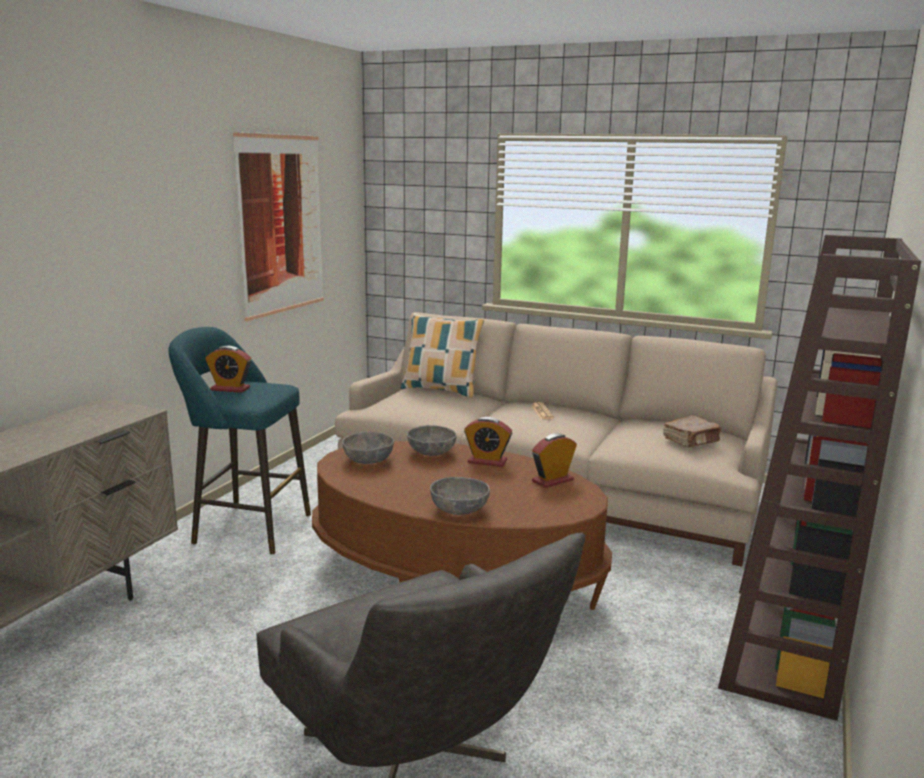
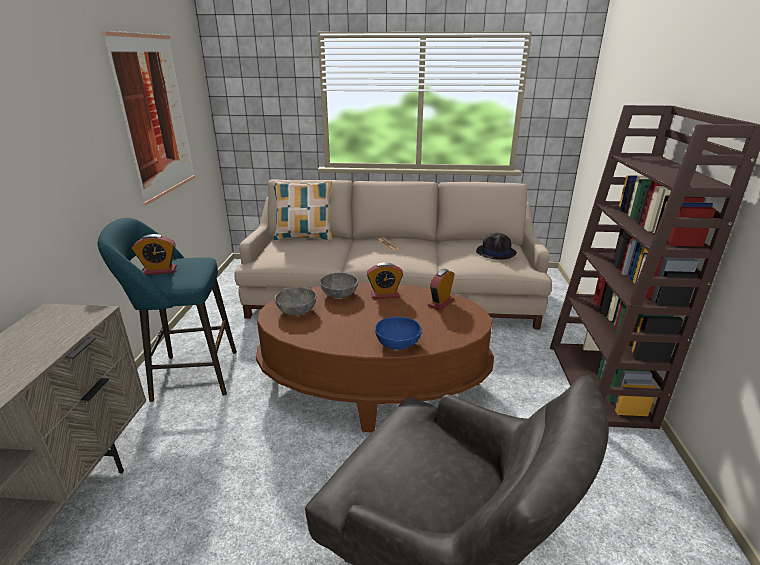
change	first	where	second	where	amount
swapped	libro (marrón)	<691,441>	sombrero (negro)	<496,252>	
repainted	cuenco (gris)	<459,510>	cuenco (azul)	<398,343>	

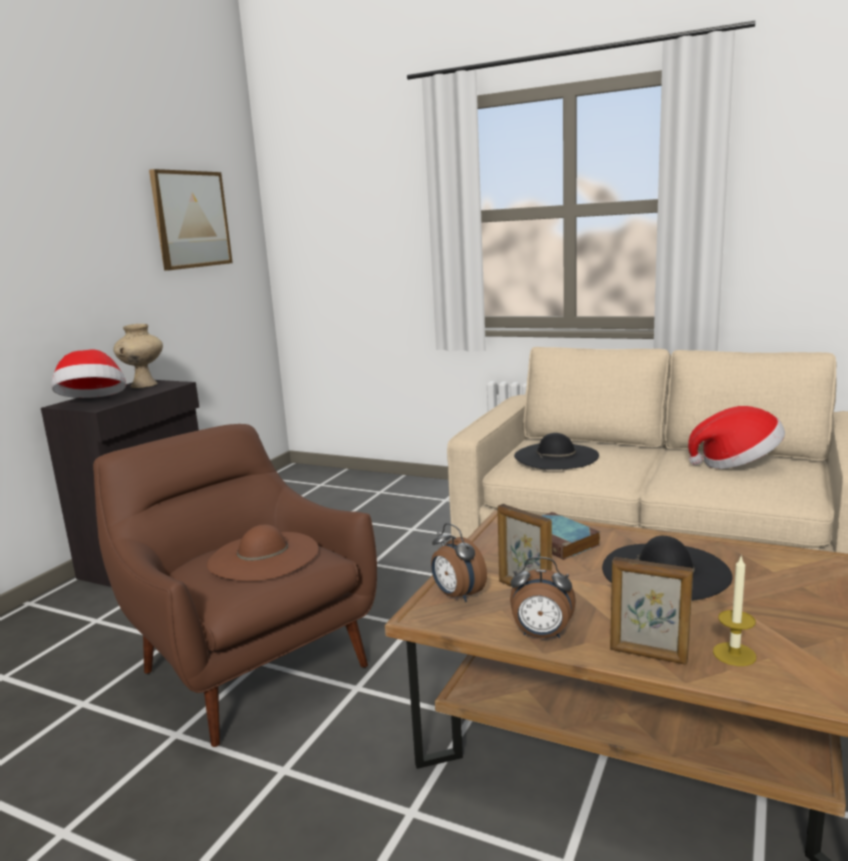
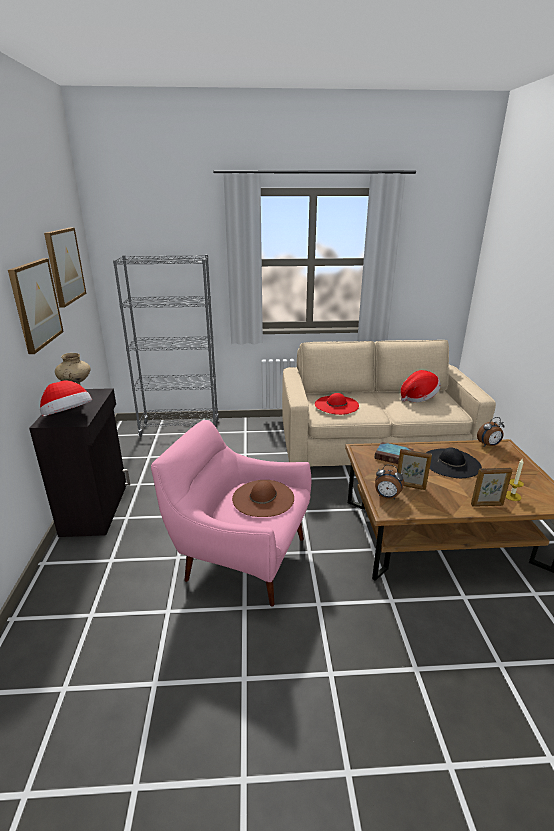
change	first	where	second	where	amount
repainted	sillón (marrón)	<249,664>	sillón (rosa)	<240,557>	
repainted	sombrero (negro)	<556,456>	sombrero (rojo)	<336,405>	
shifted	despertador	<541,635>		<488,445>	
new			estantería (gris)	<180,429>	
new			cuadro	<35,304>	

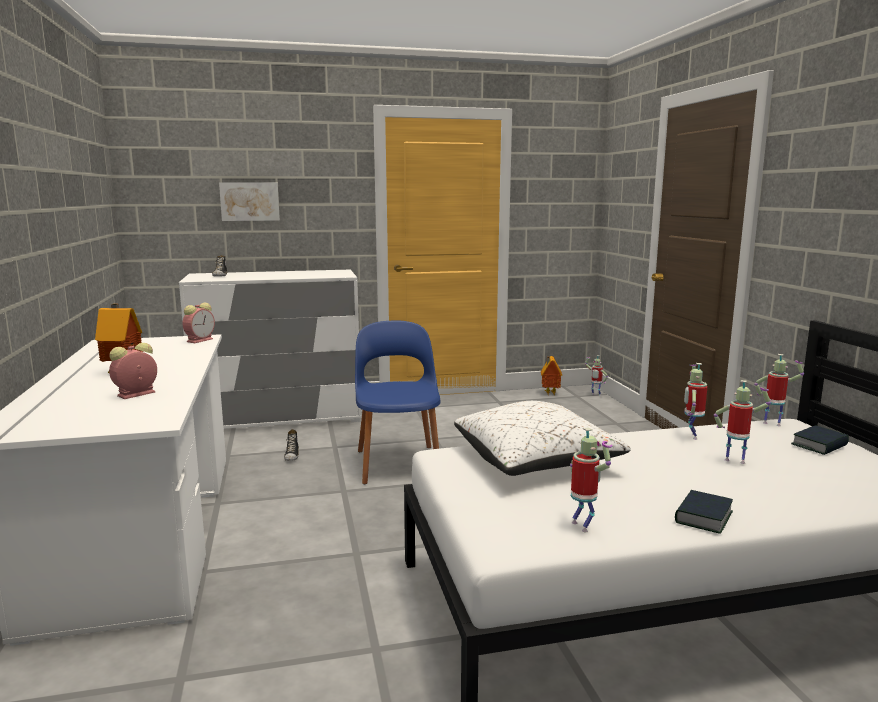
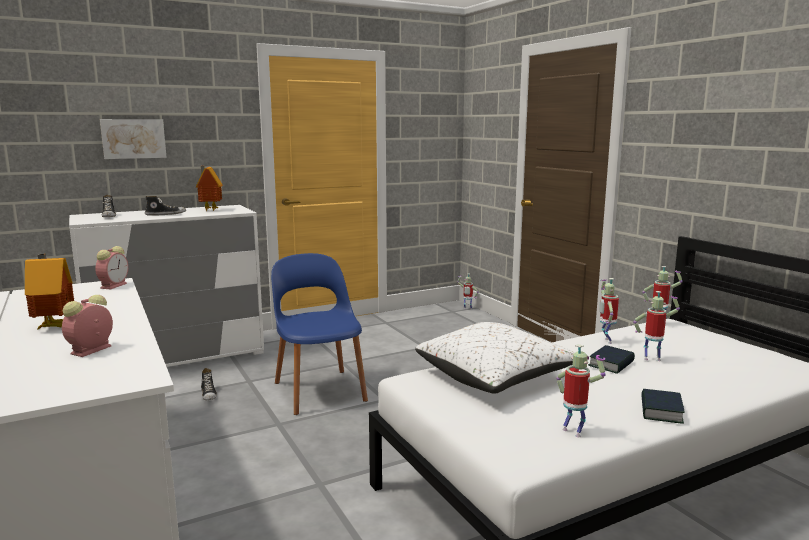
change	first	where	second	where	amount
shifted	casita	<549,393>		<209,210>	
shifted	libro	<819,445>		<611,364>	
new			zapato	<166,214>	

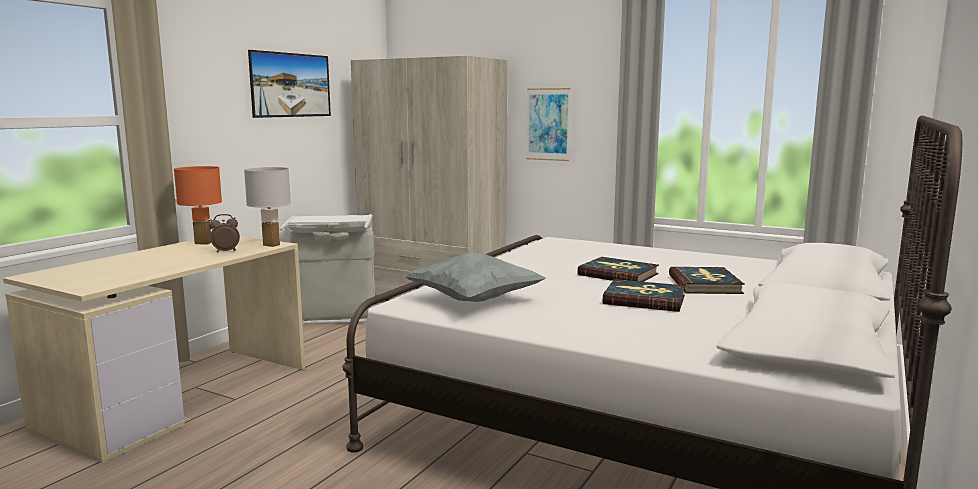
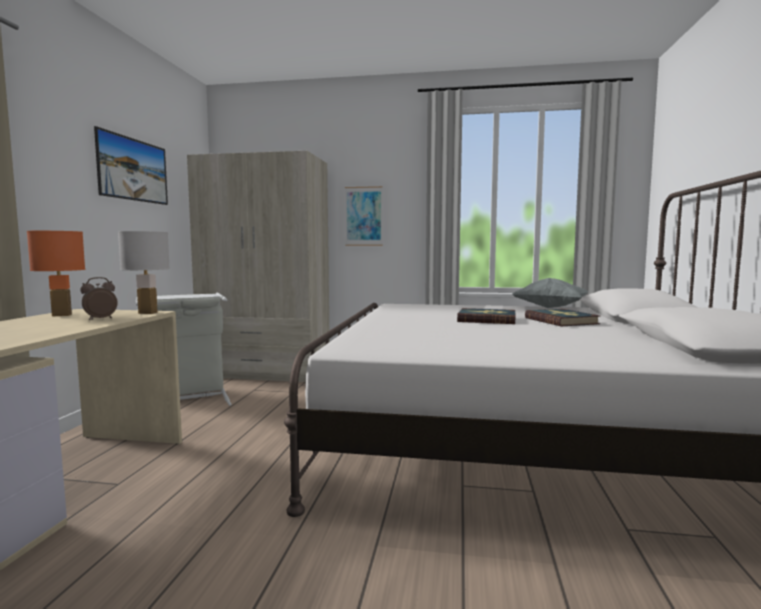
change	first	where	second	where	amount
shifted	cojín (gris)	<475,300>		<550,308>	
gone	libro	<644,299>			

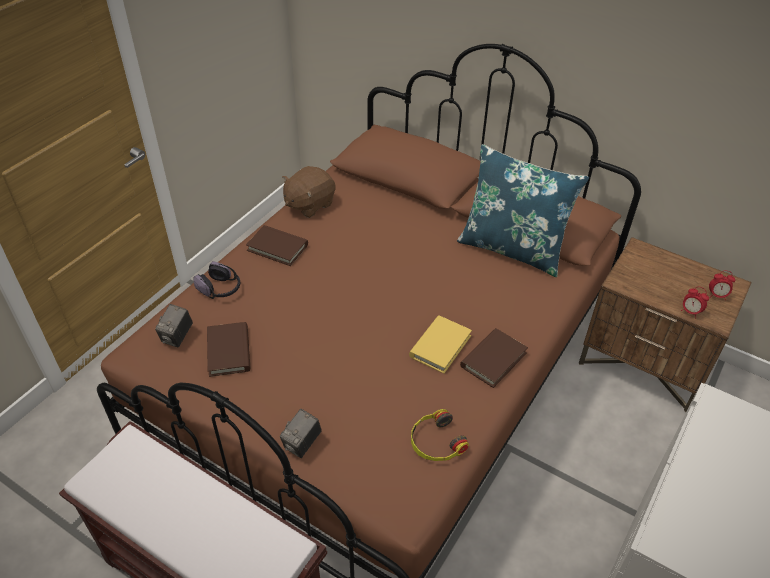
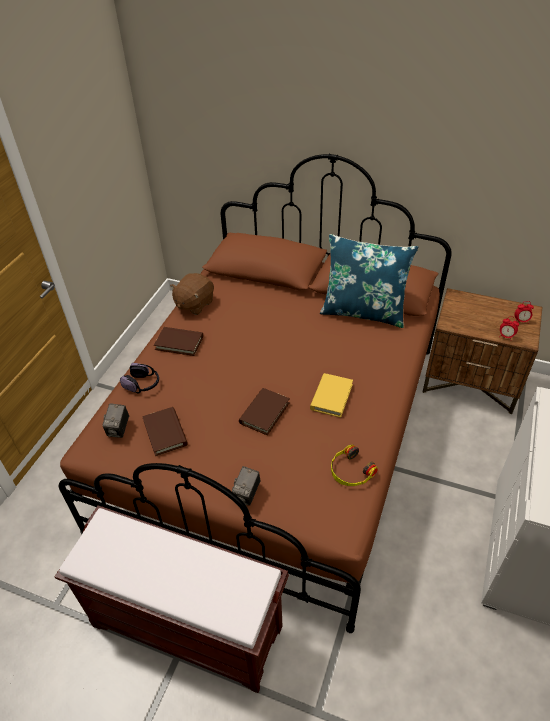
change	first	where	second	where	amount
shifted	libro (marrón)	<493,359>		<264,413>	

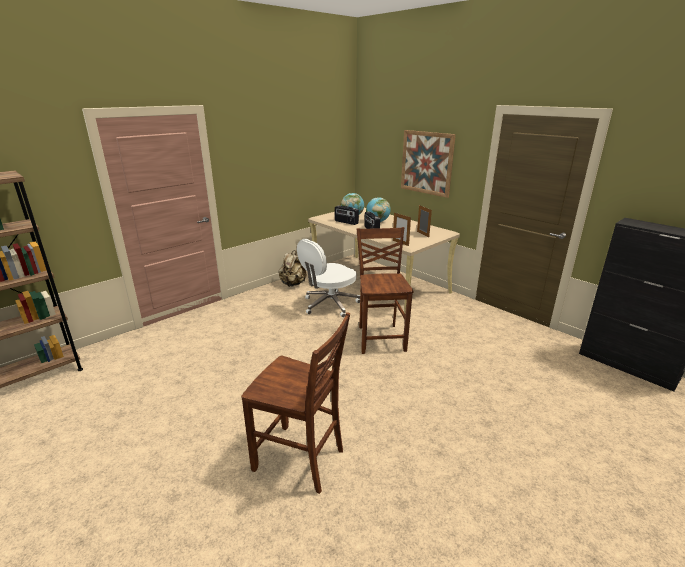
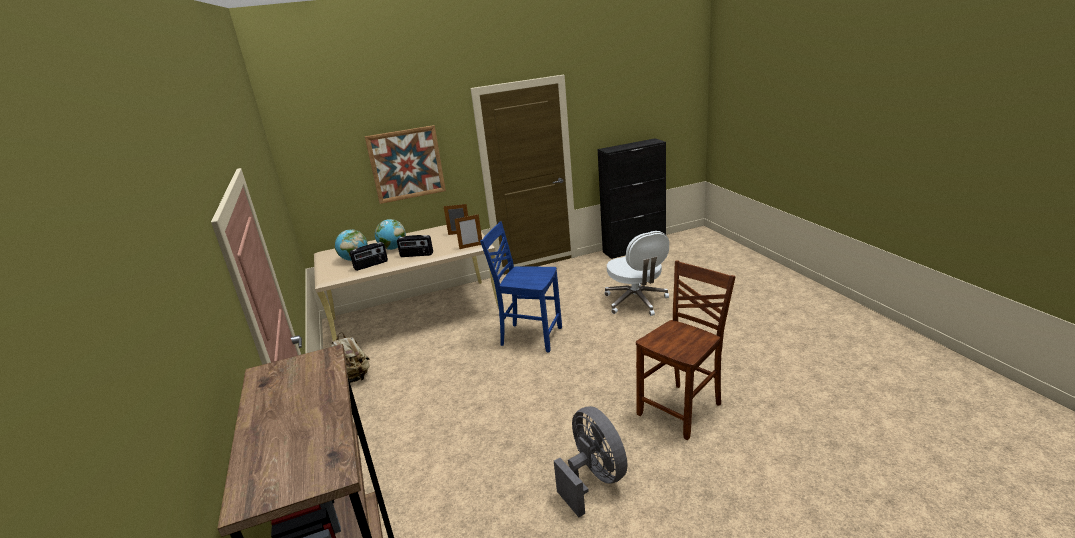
change	first	where	second	where	amount
repainted	silla (marrón)	<380,338>	silla (azul)	<530,337>	
shifted	silla de oficina (blanco)	<329,305>		<636,302>	
new			ventilador (gris)	<593,479>	

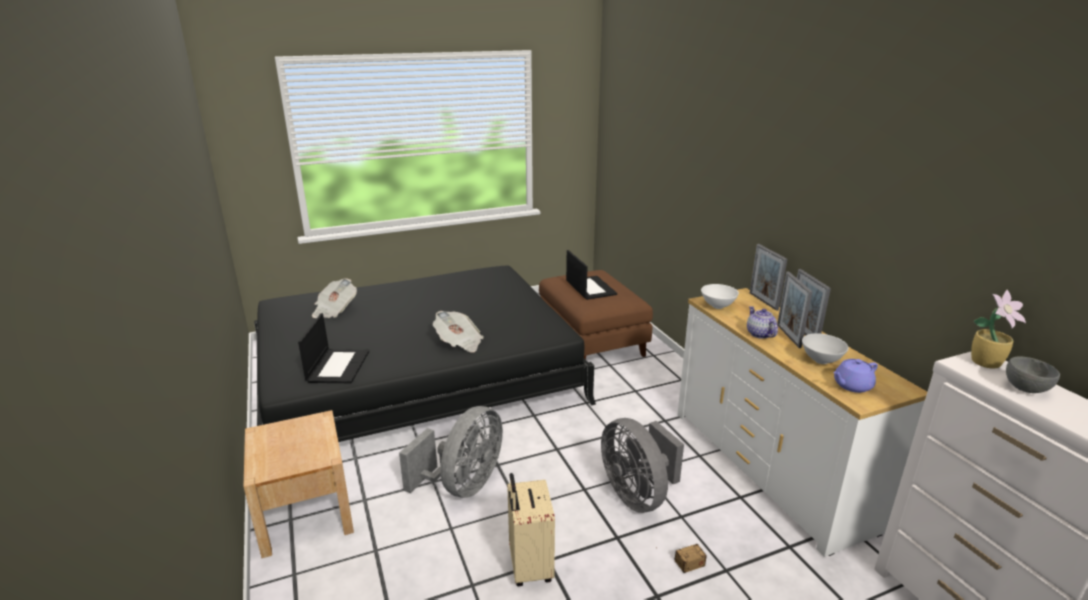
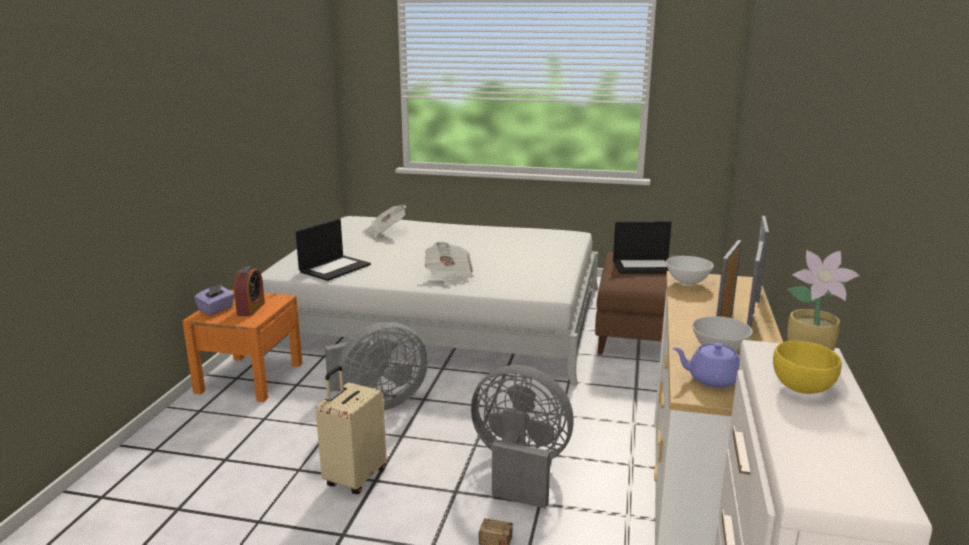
change	first	where	second	where	amount
rotated	portátil	<590,288>		<645,266>	75 degrees clockwise
repainted	cama (negro)	<417,378>	cama (blanco)	<439,316>	
gone	tetera	<759,334>			
repainted	cuenco (gris)	<1024,389>	cuenco (amarillo)	<801,388>	
repainted	mesita de noche (beis)	<305,513>	mesita de noche (naranja)	<250,378>	
rotated	ventilador (gris)	<637,494>		<519,469>	105 degrees clockwise
new			despertador	<251,309>	
new			caja de pañuelos (morado)	<216,309>	

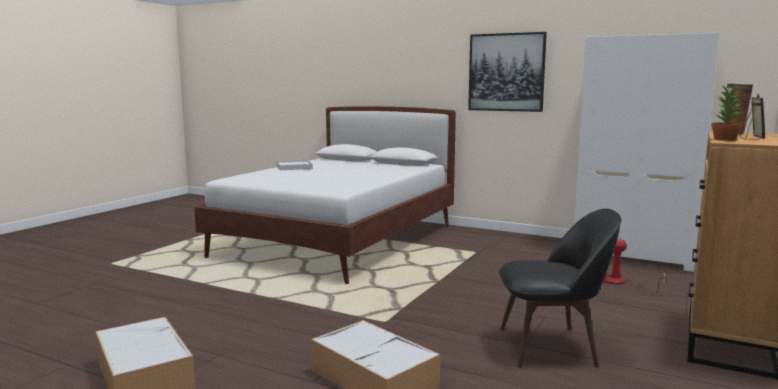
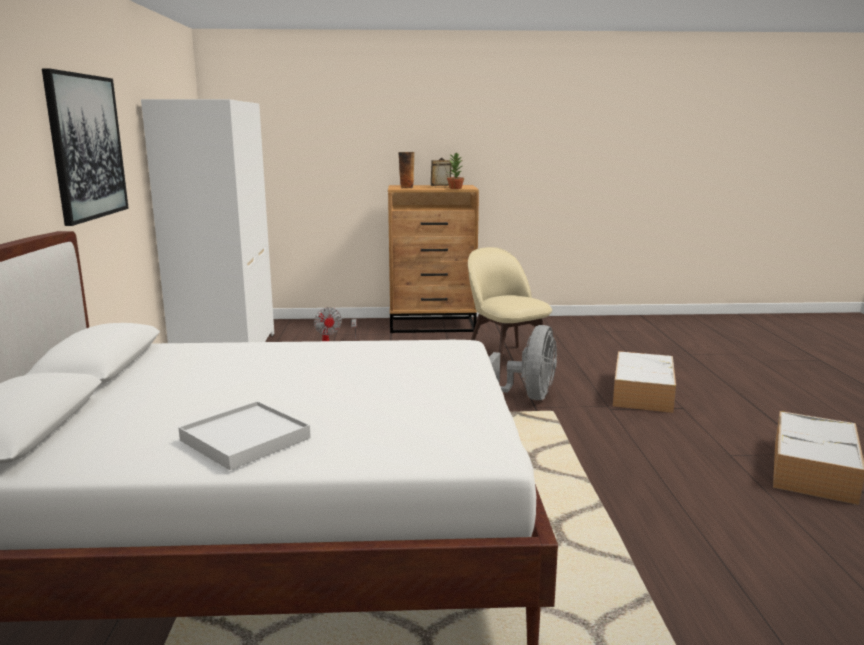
change	first	where	second	where	amount
repainted	silla (negro)	<551,346>	silla (beis)	<506,358>	
new			ventilador (gris)	<528,397>	

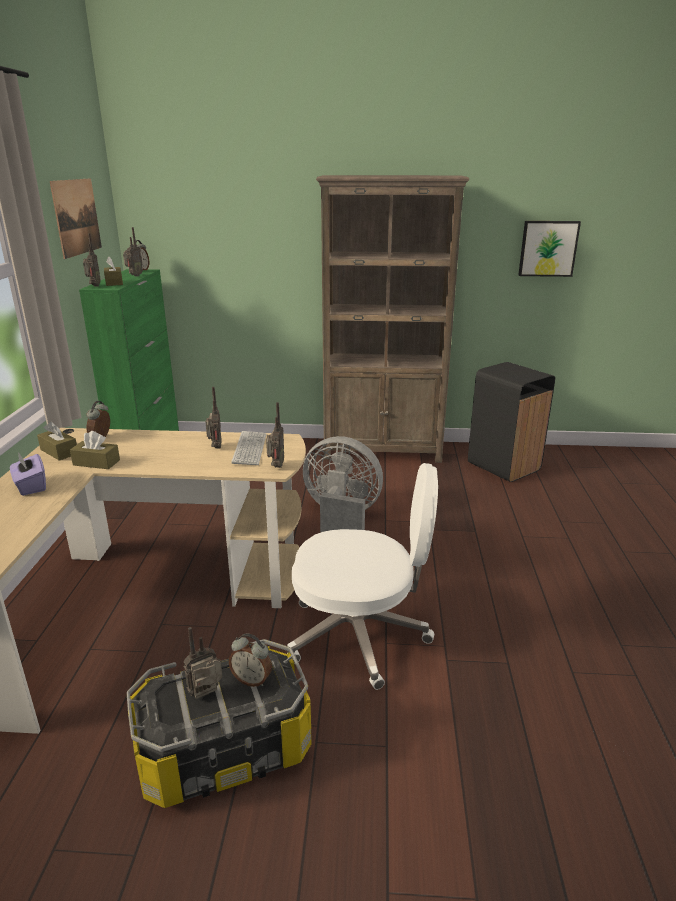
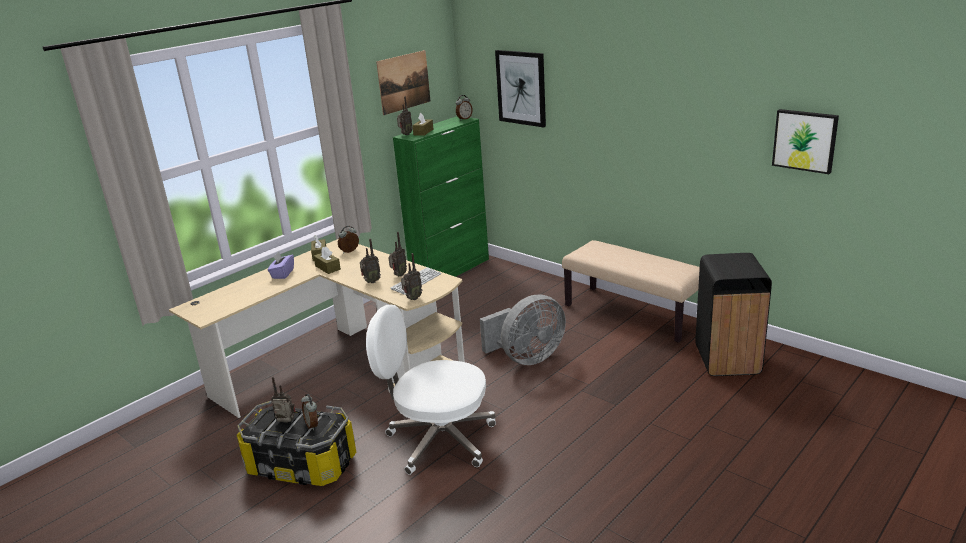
change	first	where	second	where	amount
swapped	estantería (marrón)	<383,451>	banco (beis)	<633,313>	
shifted	radio	<134,276>		<371,282>	
rotated	ventilador (gris)	<341,517>		<527,358>	90 degrees clockwise
rotated	silla de oficina (blanco)	<360,634>		<439,440>	150 degrees clockwise
new			cuadro	<521,88>	

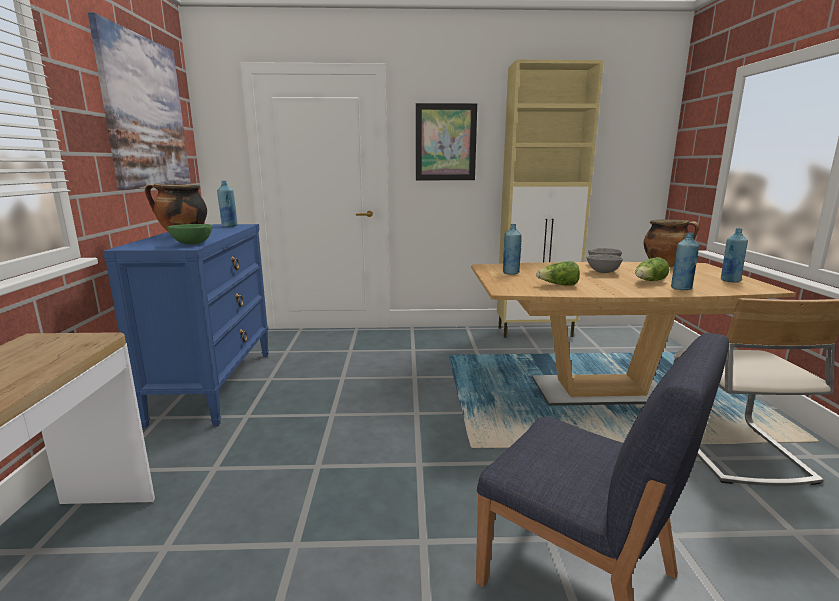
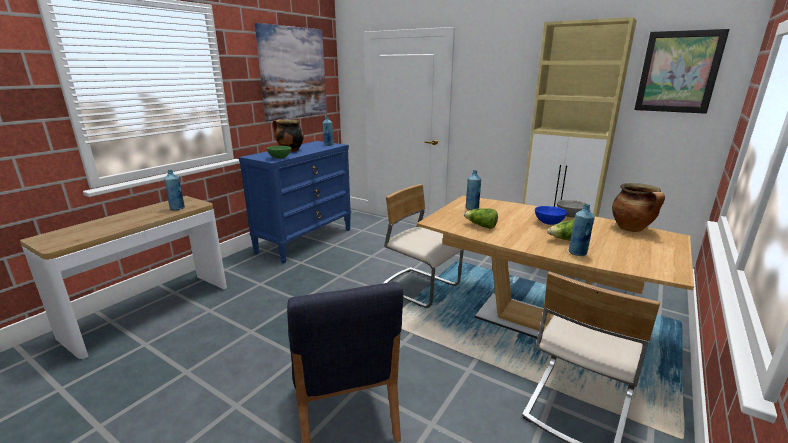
change	first	where	second	where	amount
shifted	cuadro	<445,142>		<678,72>	
shifted	botella (azul)	<730,280>		<177,208>	
repainted	cuenco (gris)	<602,272>	cuenco (azul)	<548,223>	
new			silla (beis)	<419,288>	

